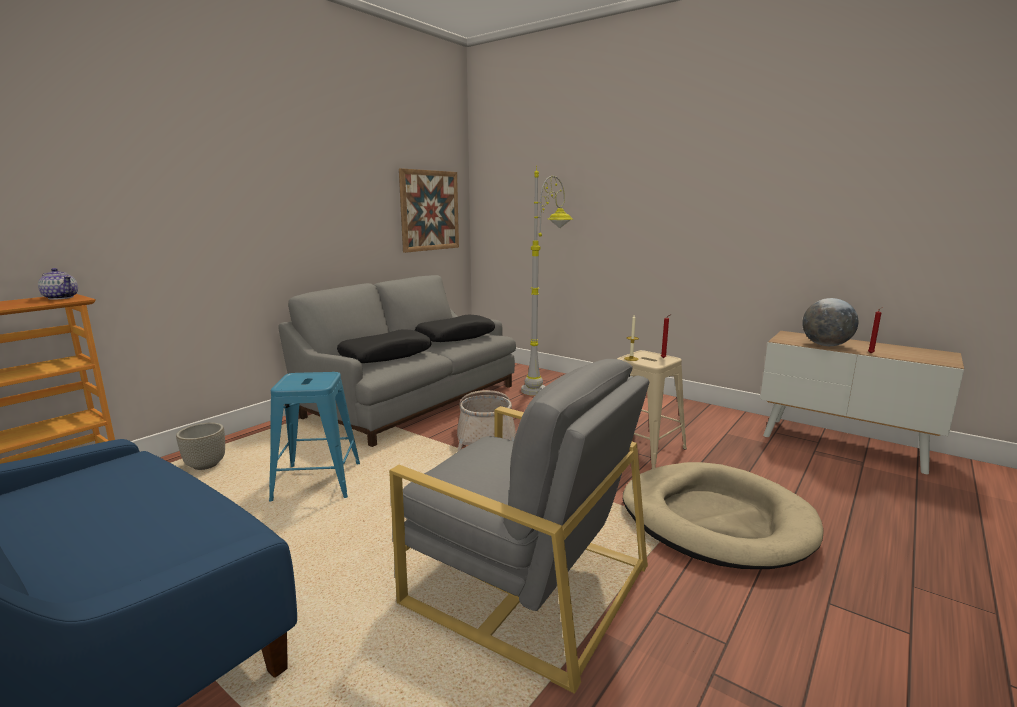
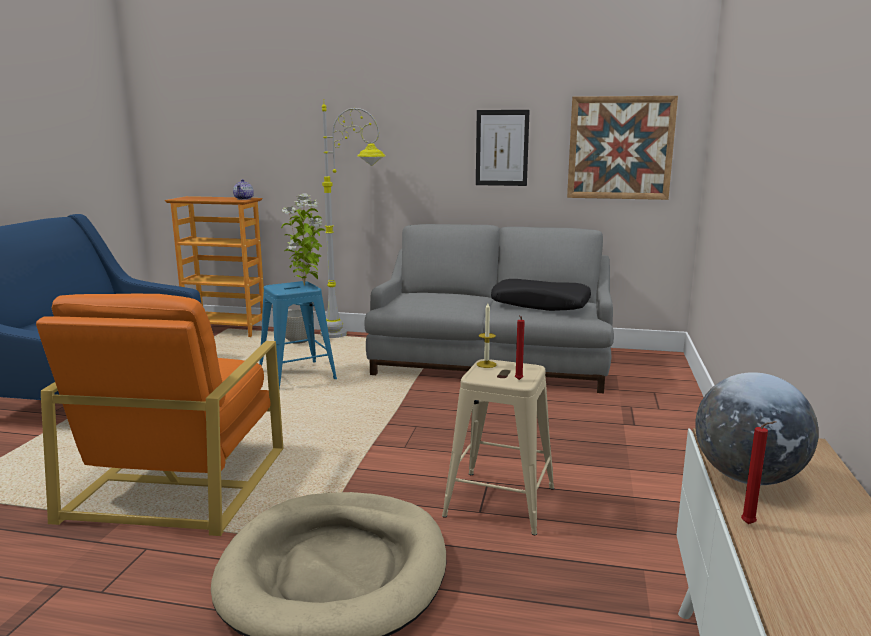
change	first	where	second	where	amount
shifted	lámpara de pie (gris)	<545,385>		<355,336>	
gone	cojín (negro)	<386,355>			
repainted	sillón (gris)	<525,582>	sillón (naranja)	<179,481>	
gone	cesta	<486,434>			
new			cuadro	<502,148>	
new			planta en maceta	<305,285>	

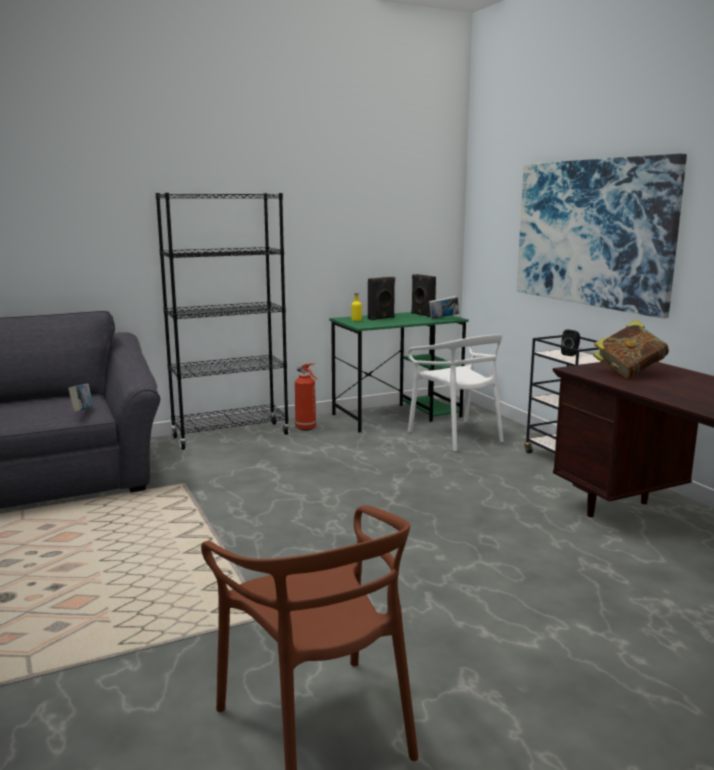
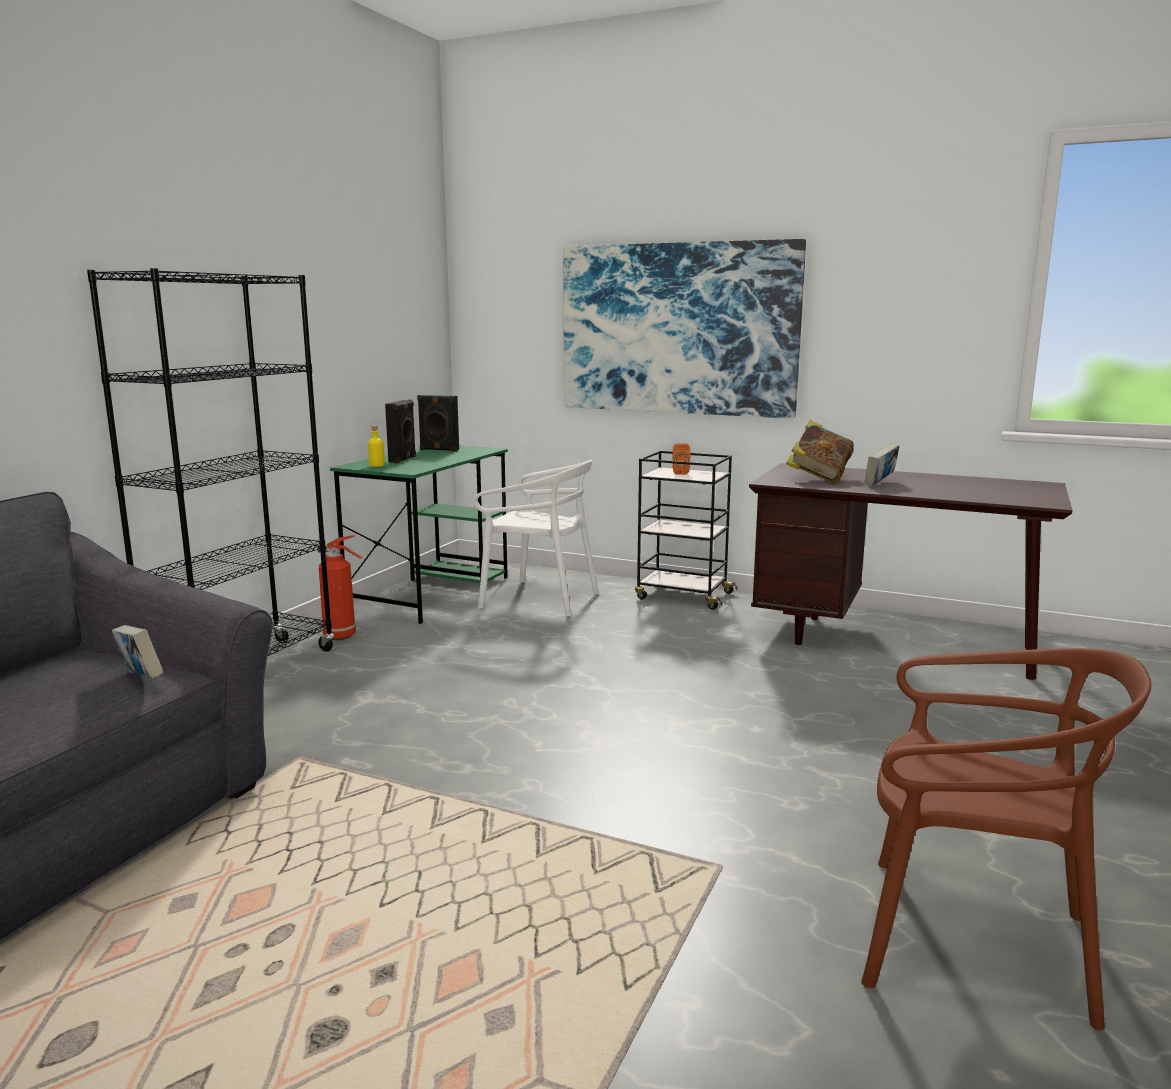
change	first	where	second	where	amount
shifted	libro	<443,319>		<880,483>	
repainted	altavoz (negro)	<570,354>	altavoz (naranja)	<680,472>	

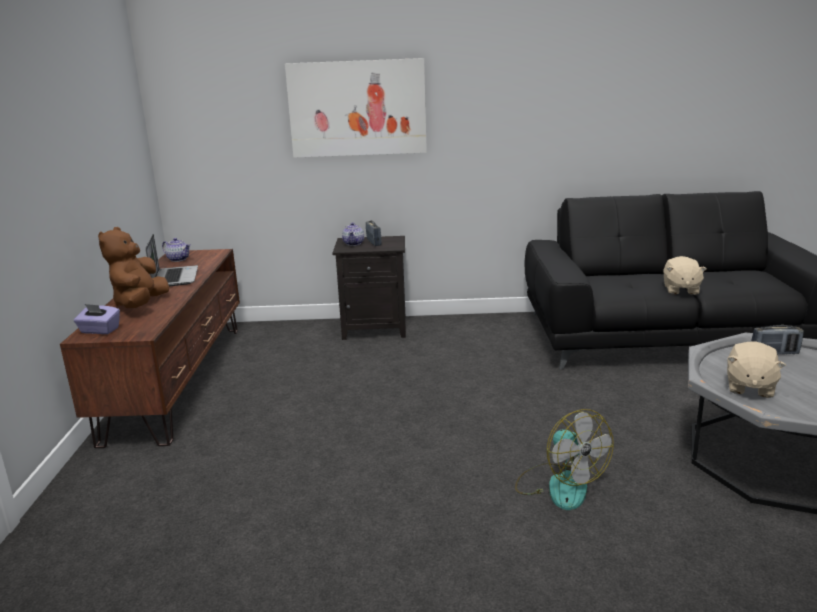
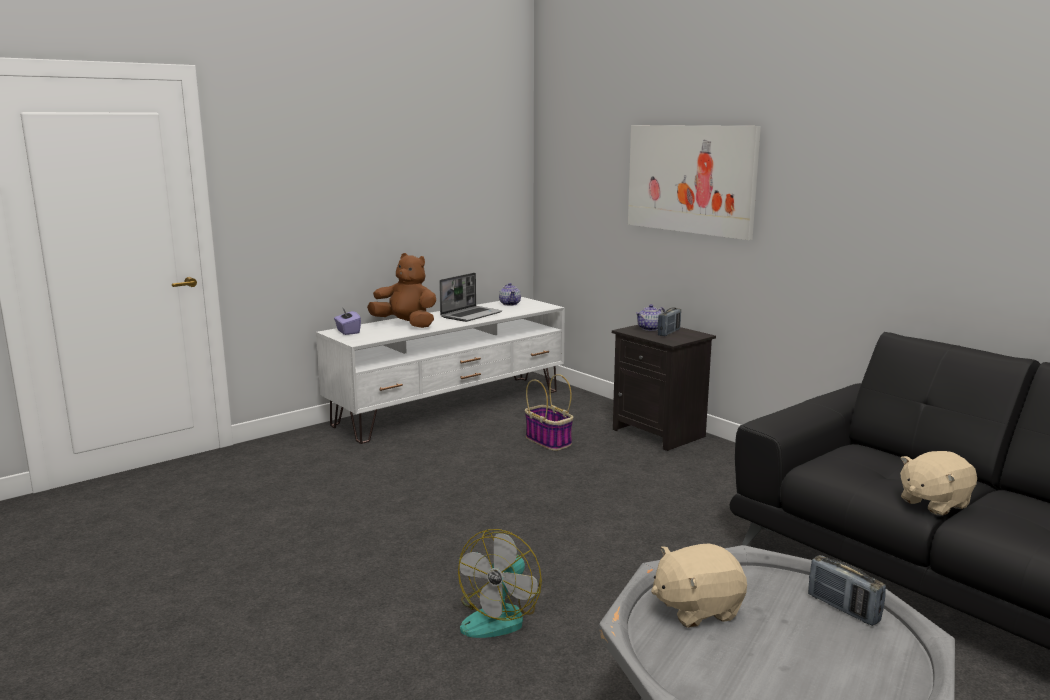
change	first	where	second	where	amount
rotated	peluche (marrón)	<140,304>		<406,324>	60 degrees clockwise
repainted	mueble de televisión (marrón)	<178,379>	mueble de televisión (blanco)	<451,407>	
new			cesta	<549,441>	

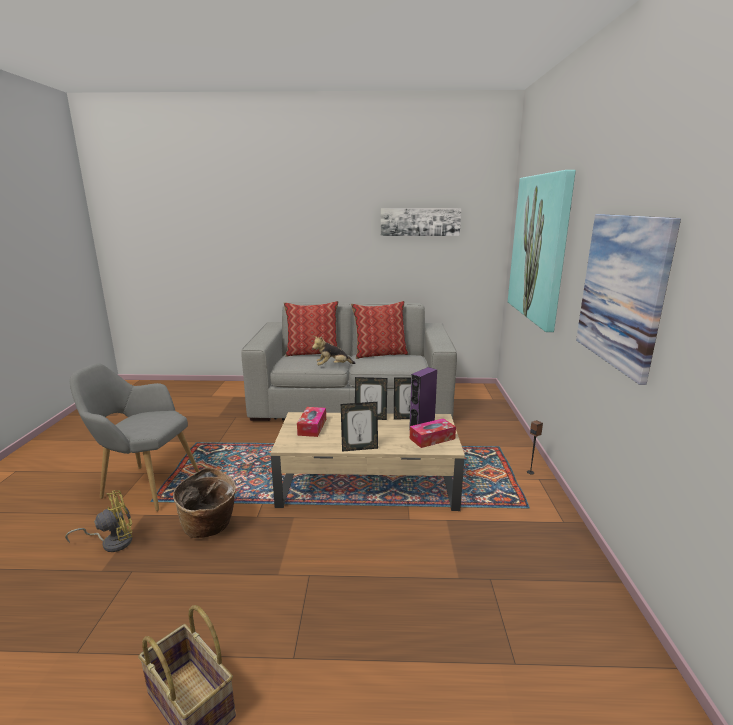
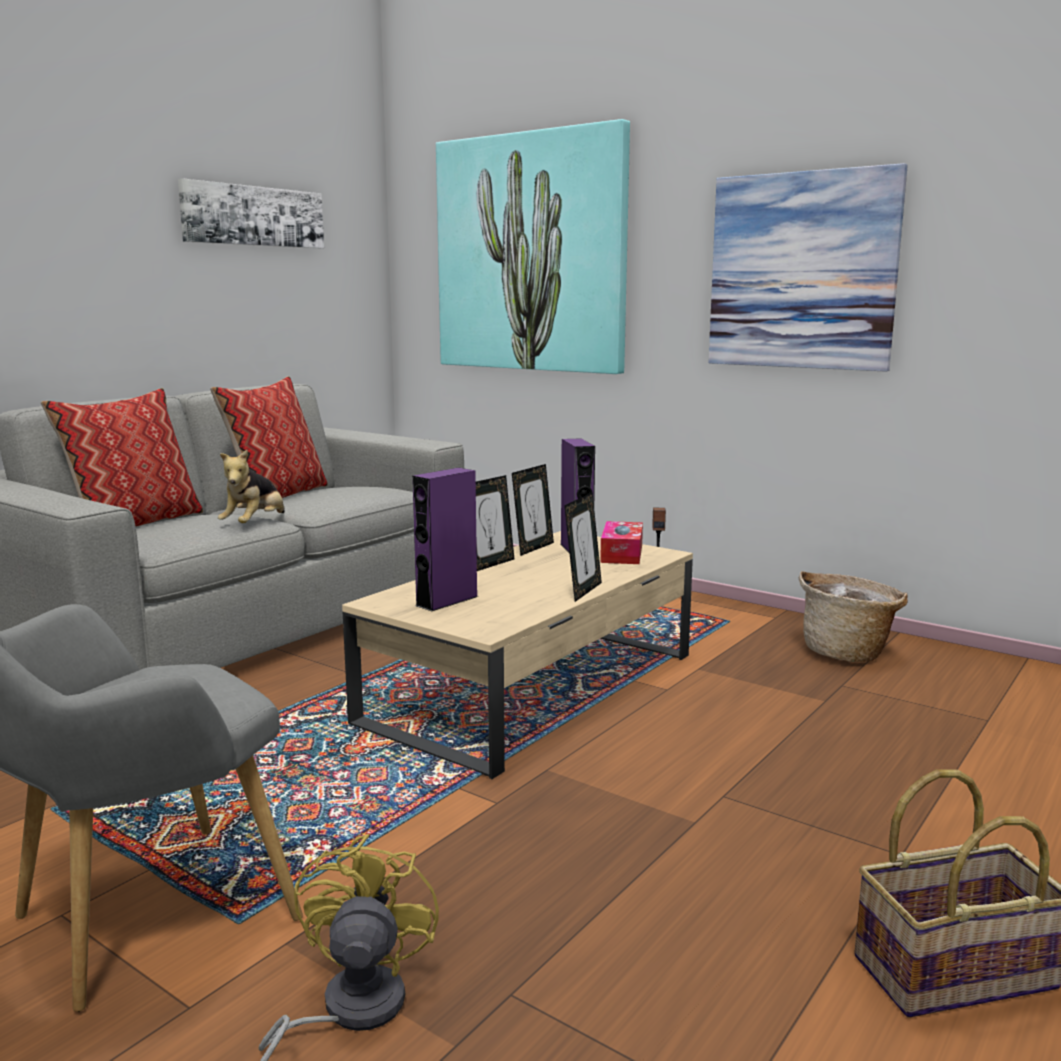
change	first	where	second	where	amount
swapped	caja de pañuelos	<312,427>	altavoz (morado)	<447,601>	
shifted	cesta	<209,527>		<847,652>	

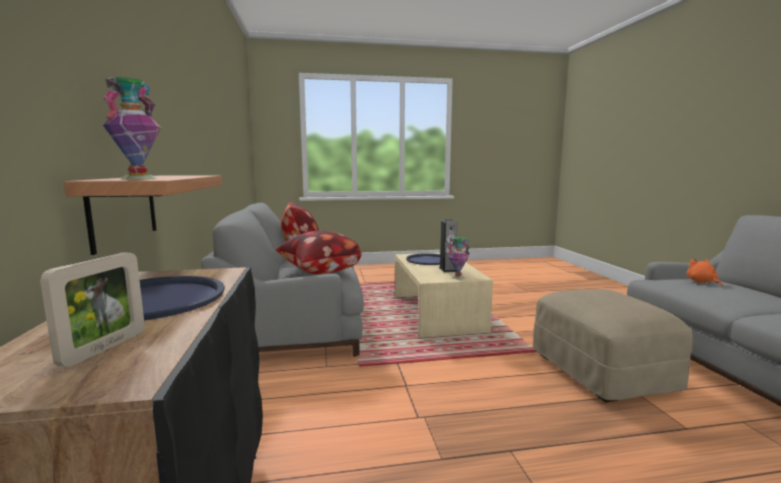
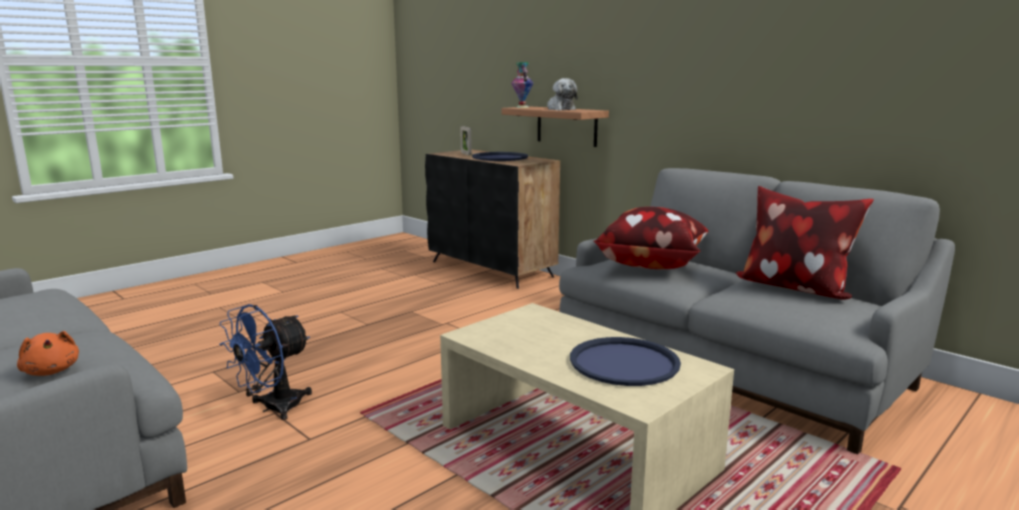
change	first	where	second	where	amount
gone	altavoz	<447,269>			
gone	florero	<458,277>			
swapped	puf (beis)	<600,371>	ventilador (azul)	<273,408>	
new			peluche	<560,109>	

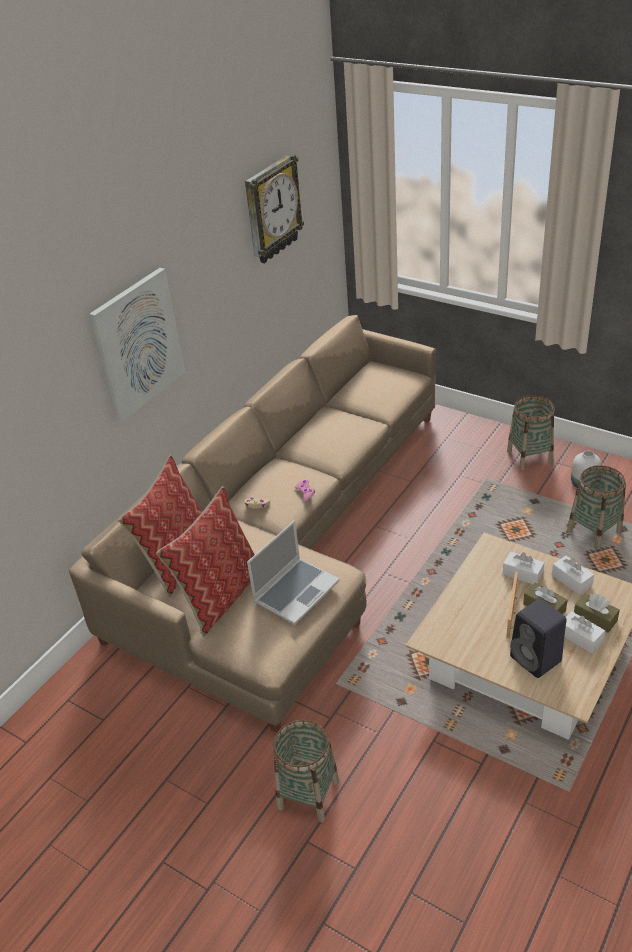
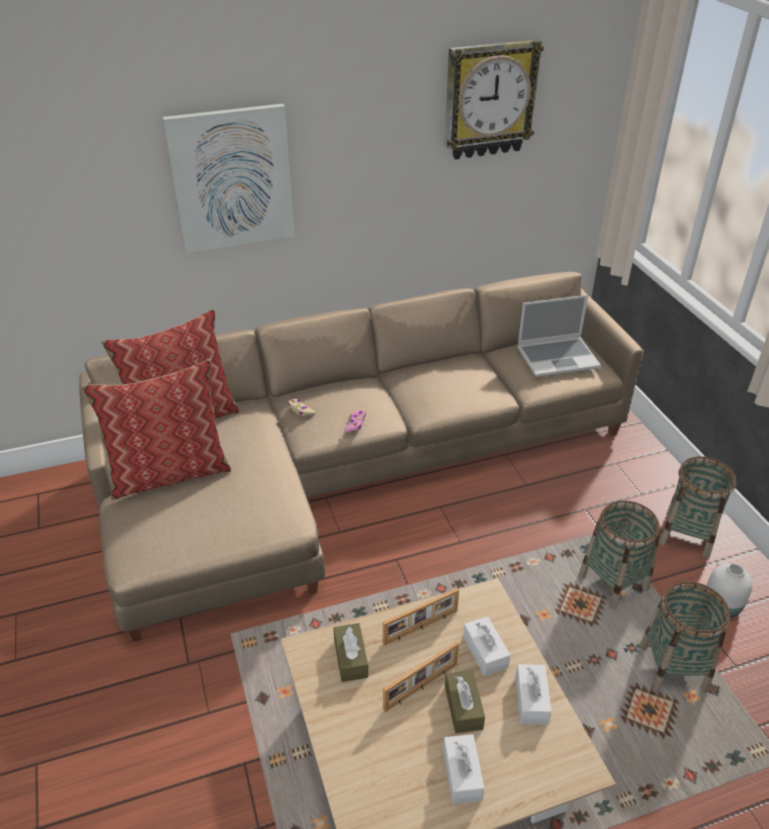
change	first	where	second	where	amount
shifted	portátil	<296,591>		<558,357>	
shifted	caja de pañuelos (marrón)	<595,618>		<350,658>	
gone	altavoz (negro)	<537,659>			
shifted	cesta	<308,794>		<613,582>	
new			portarretratos	<421,628>	

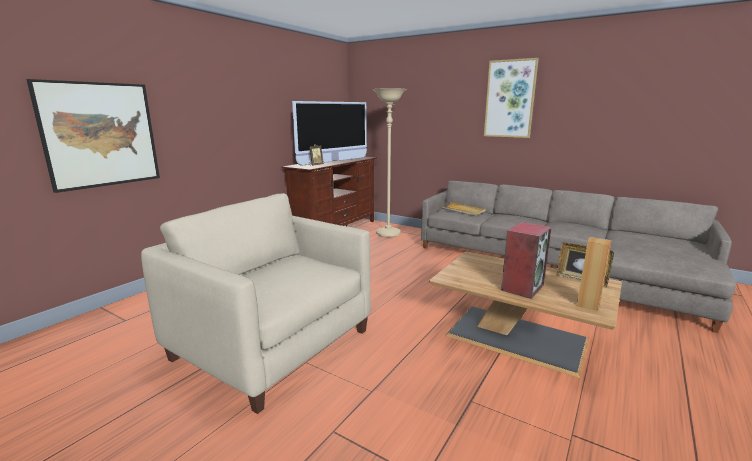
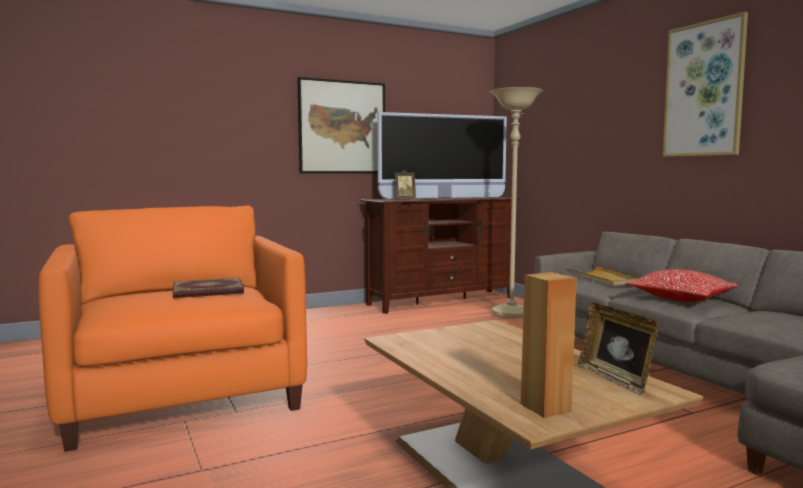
change	first	where	second	where	amount
shifted	cuadro	<100,135>		<342,127>	
repainted	sillón (beis)	<273,344>	sillón (naranja)	<182,396>	
gone	altavoz	<522,287>			
new			cojín	<681,298>	
new			libro	<208,292>	

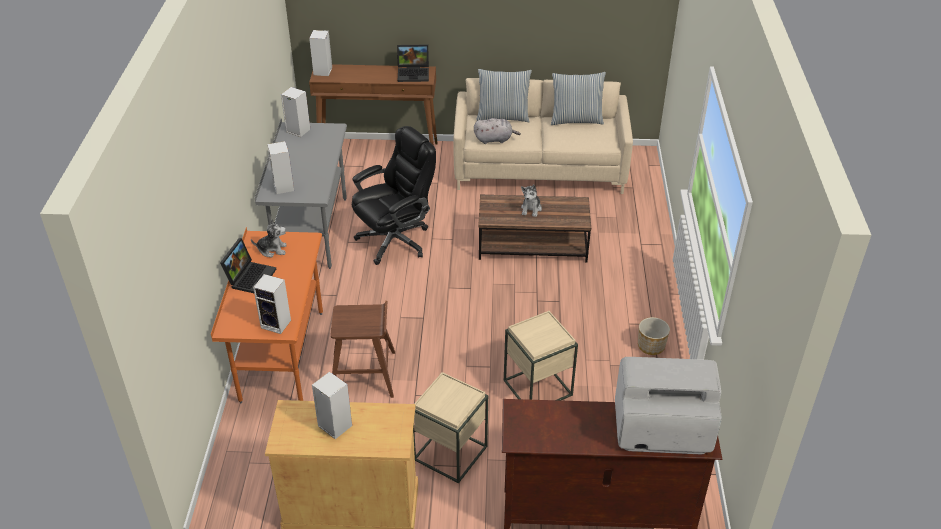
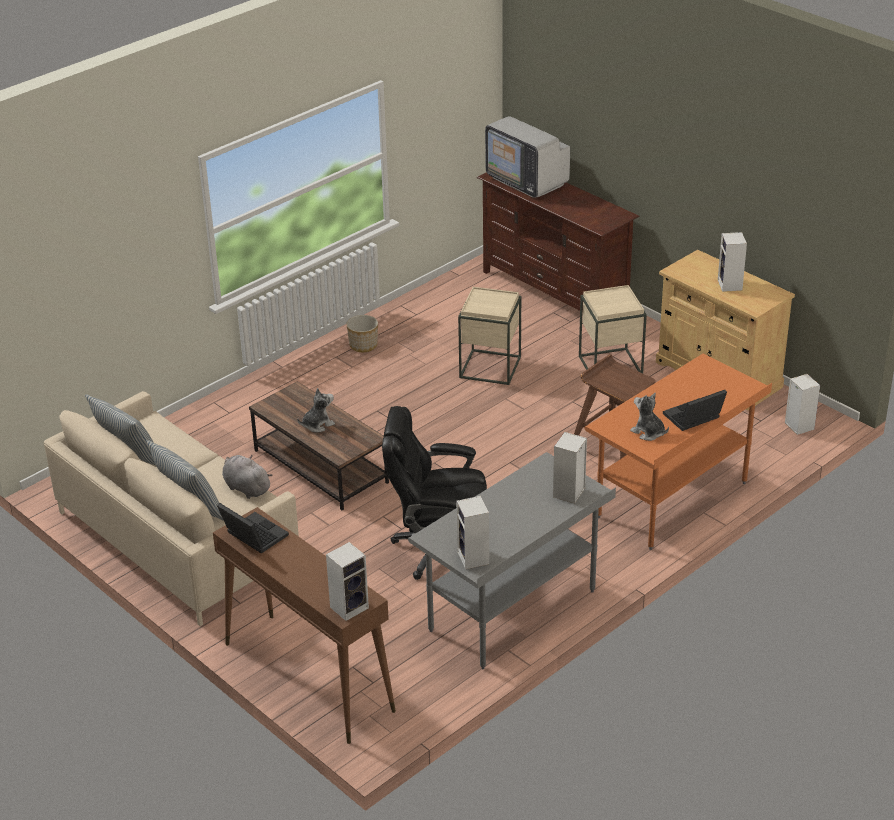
change	first	where	second	where	amount
shifted	altavoz	<277,324>		<798,425>	

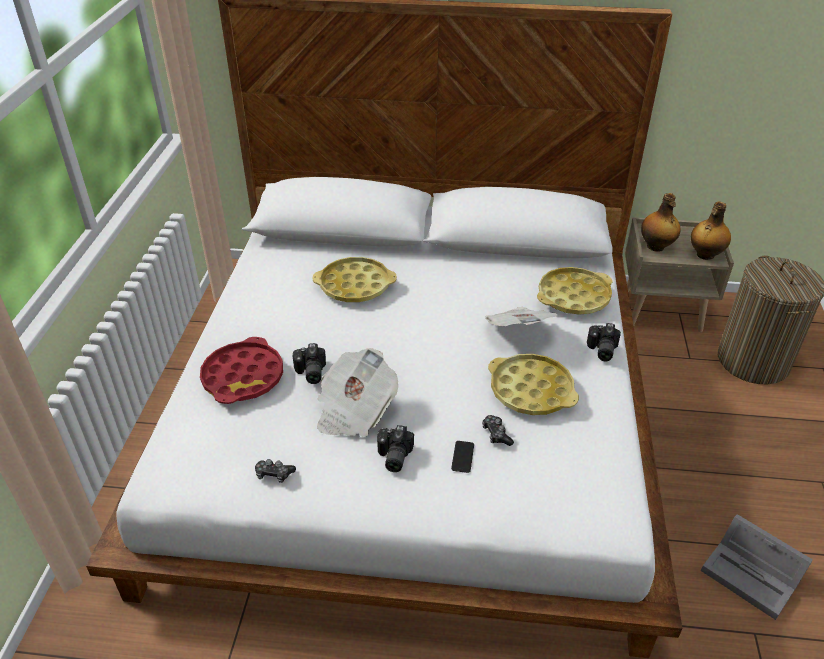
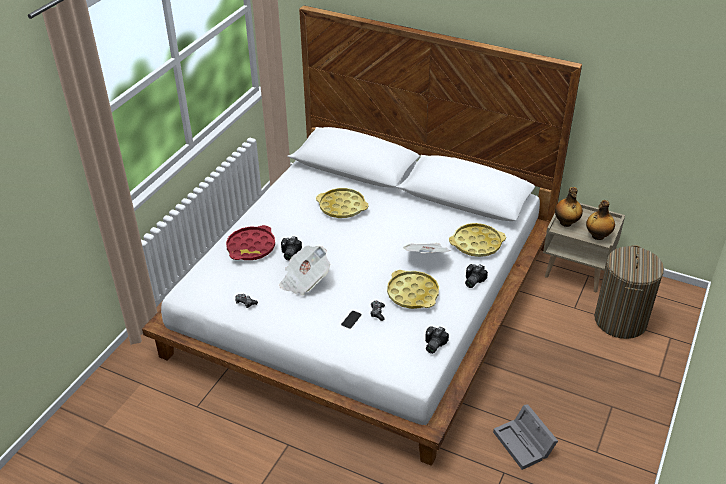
change	first	where	second	where	amount
shifted	cámara	<392,457>		<433,344>	

